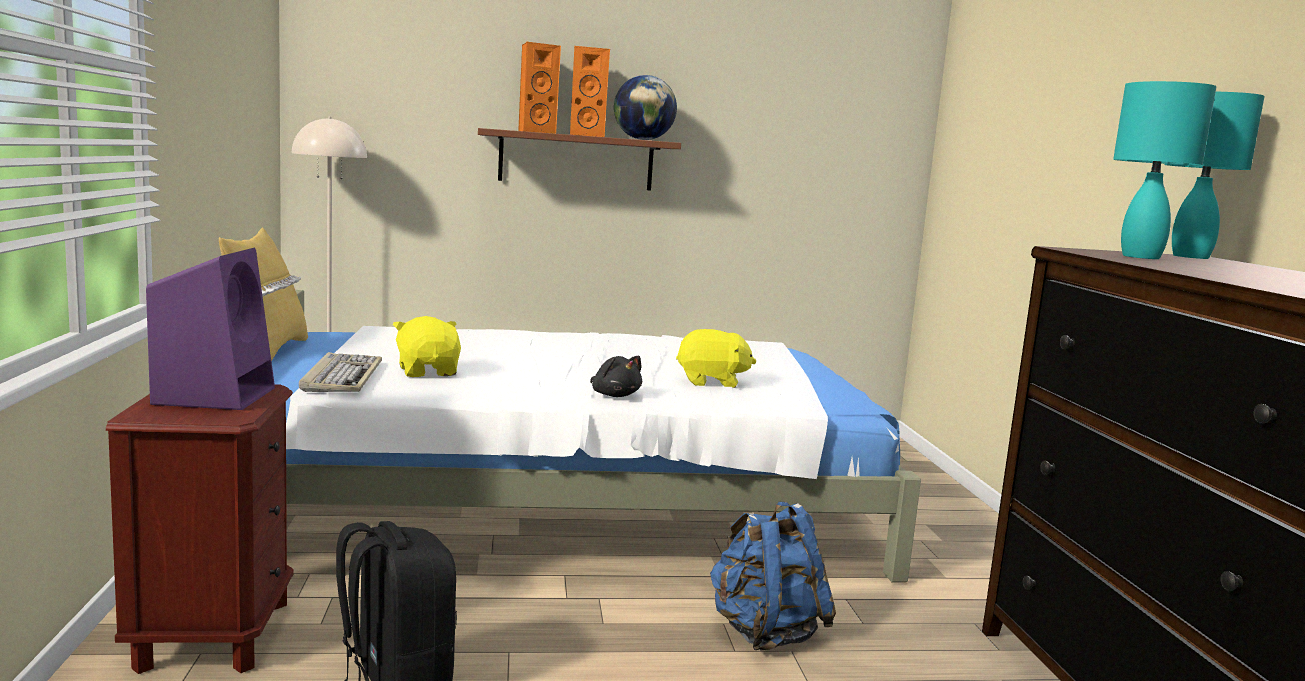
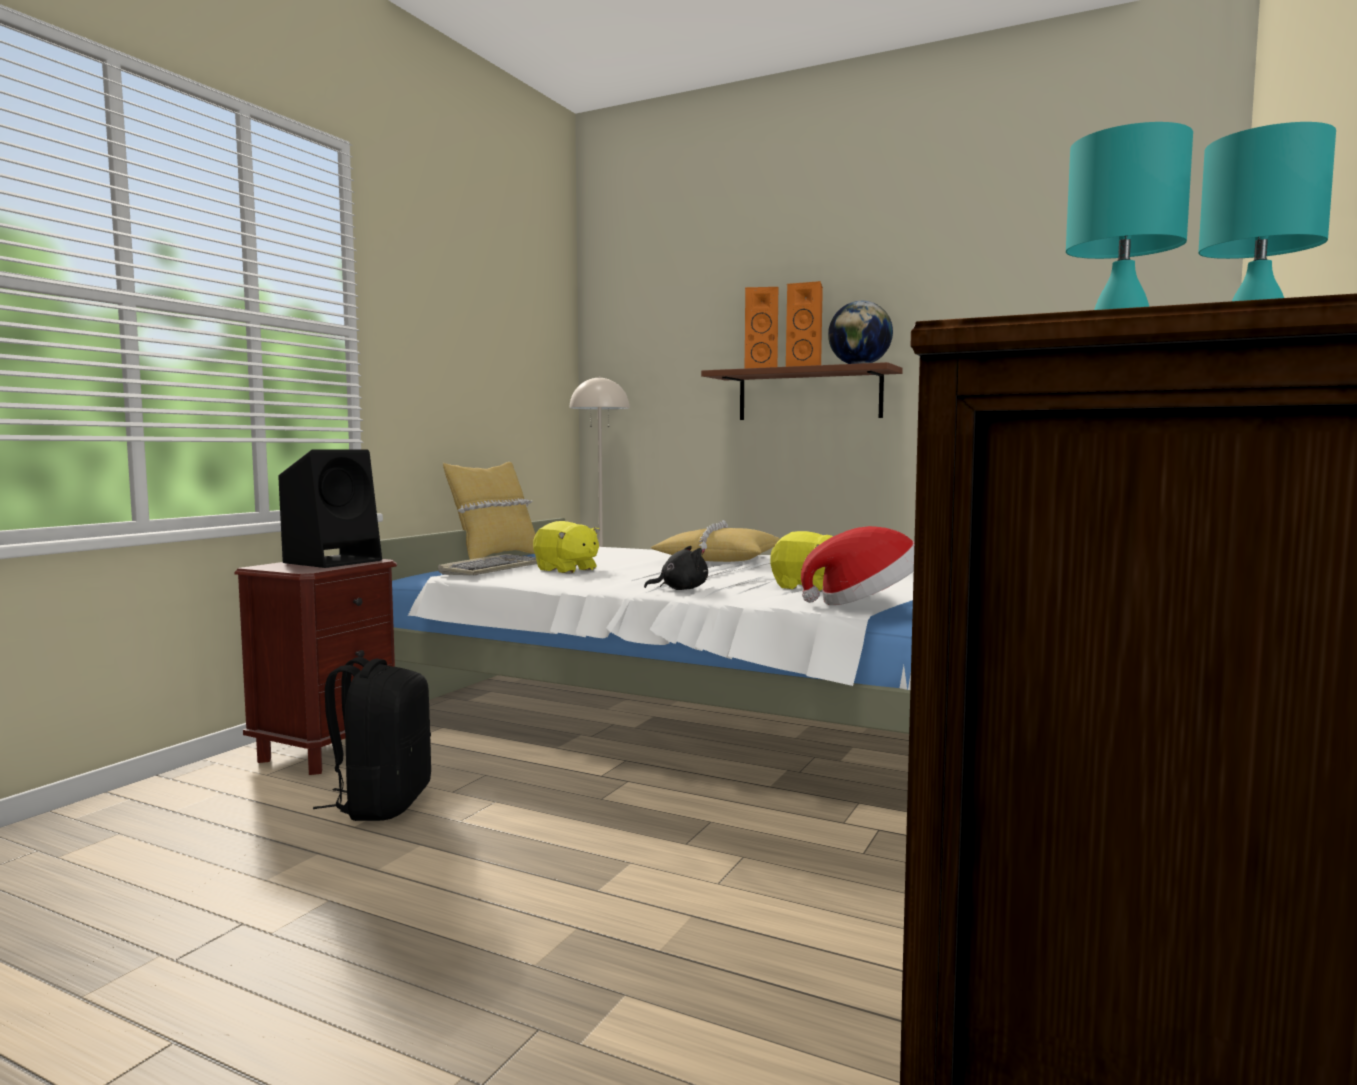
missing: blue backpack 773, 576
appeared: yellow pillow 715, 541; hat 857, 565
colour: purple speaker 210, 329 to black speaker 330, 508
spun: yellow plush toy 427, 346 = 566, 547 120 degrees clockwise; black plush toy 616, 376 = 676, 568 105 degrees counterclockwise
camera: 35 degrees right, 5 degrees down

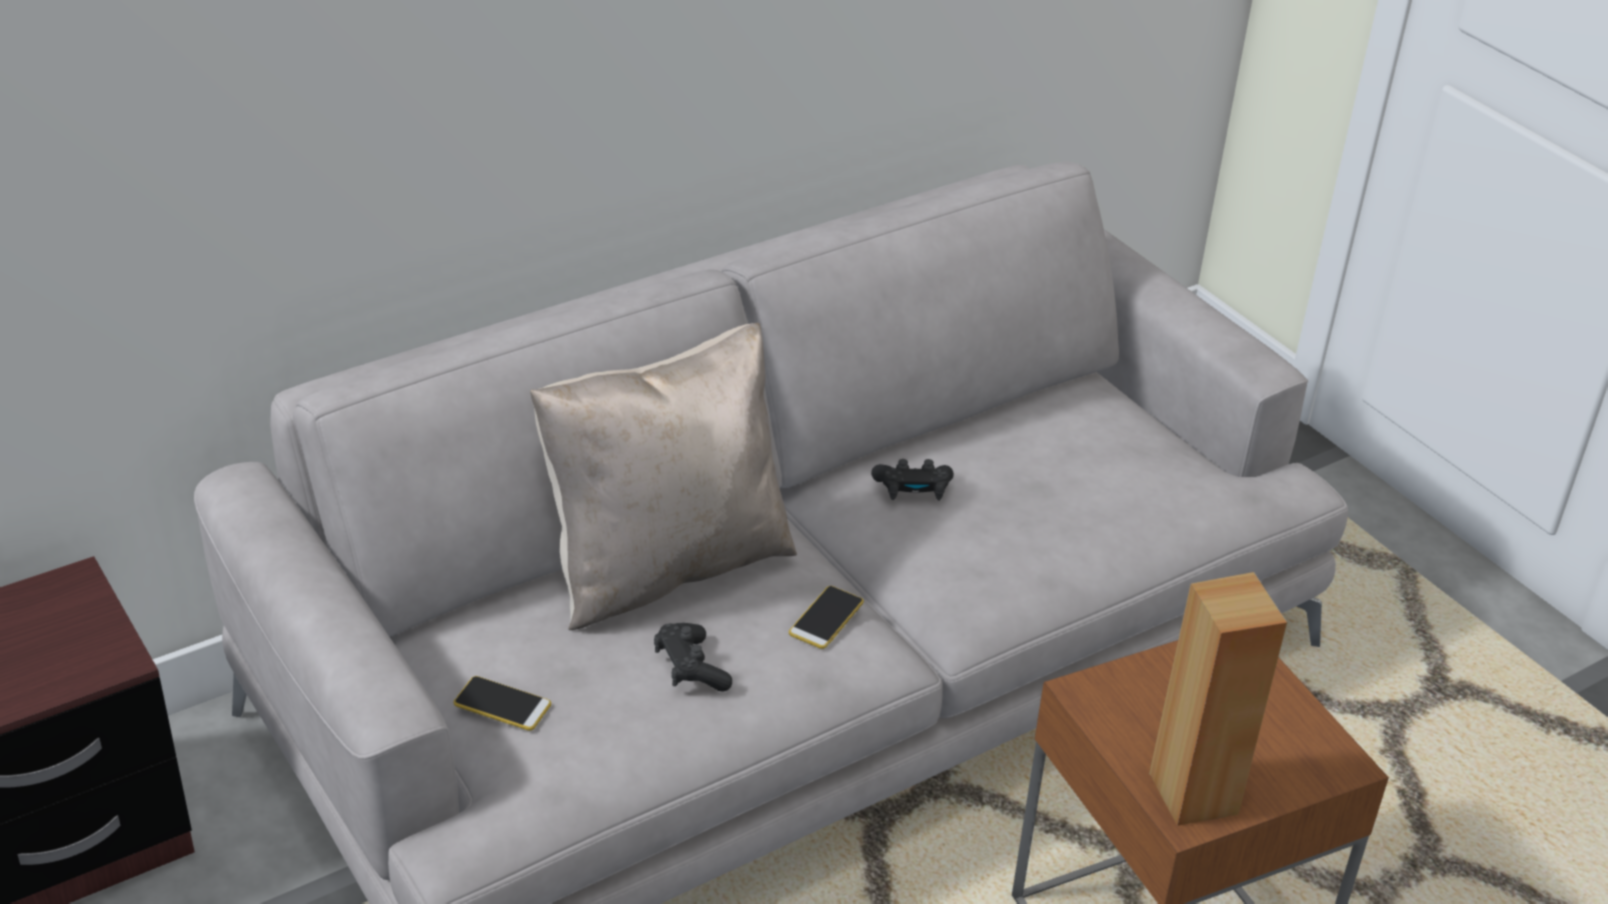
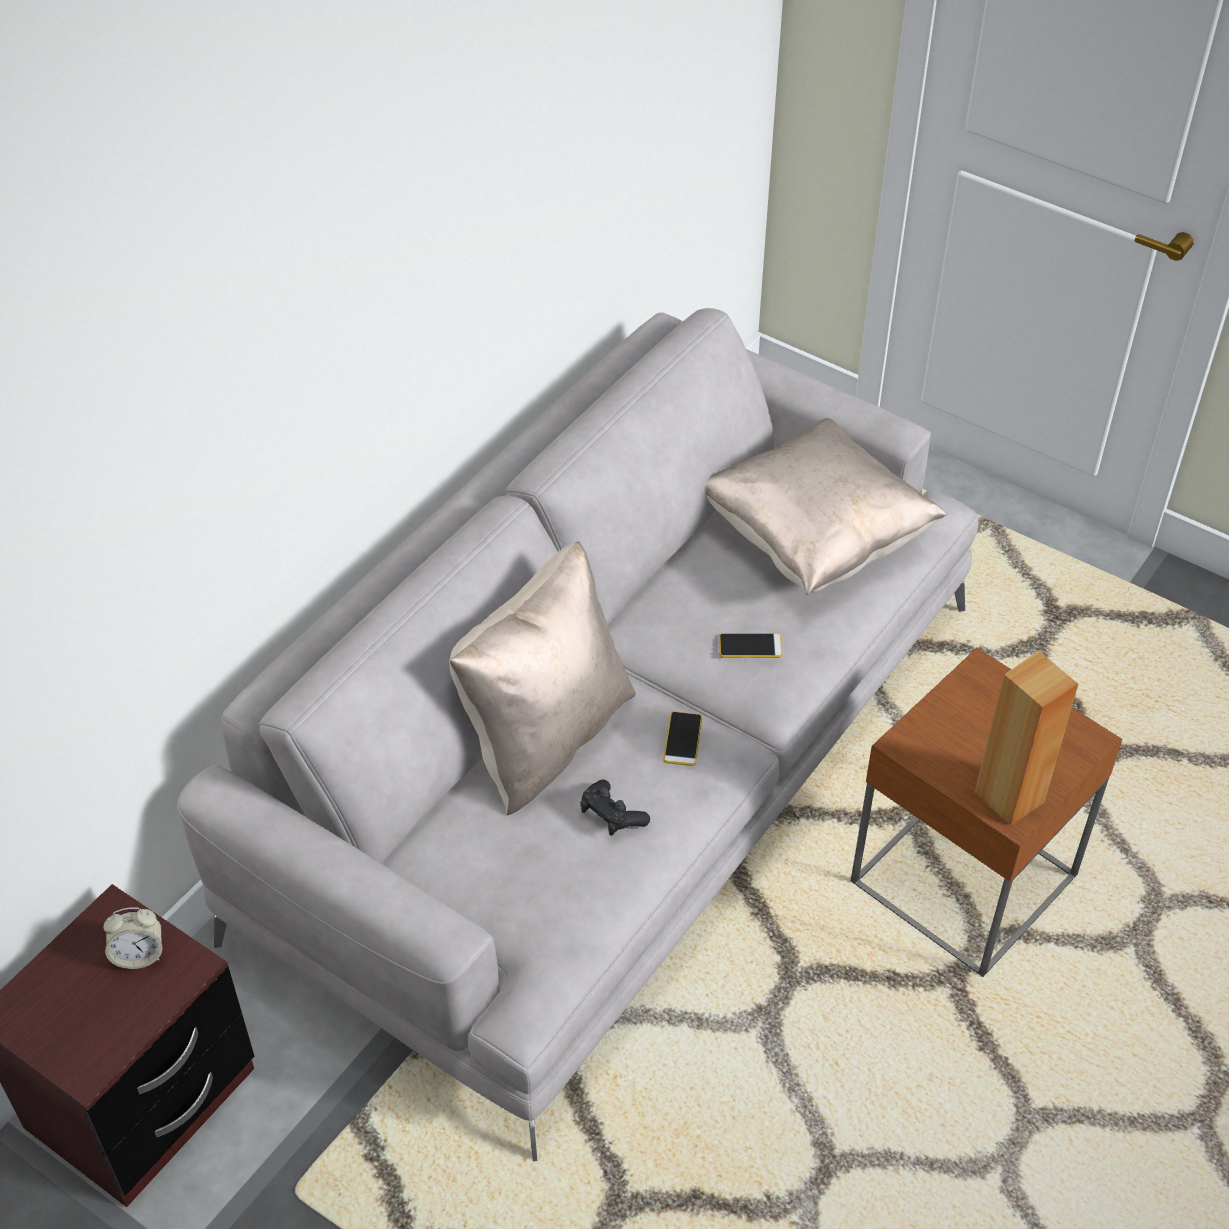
missing: black game controller 912, 480
appeared: alarm clock 133, 938; beige pillow 827, 506
relocated: phone 502, 703 to 751, 645
camera: 20 degrees left, 10 degrees up

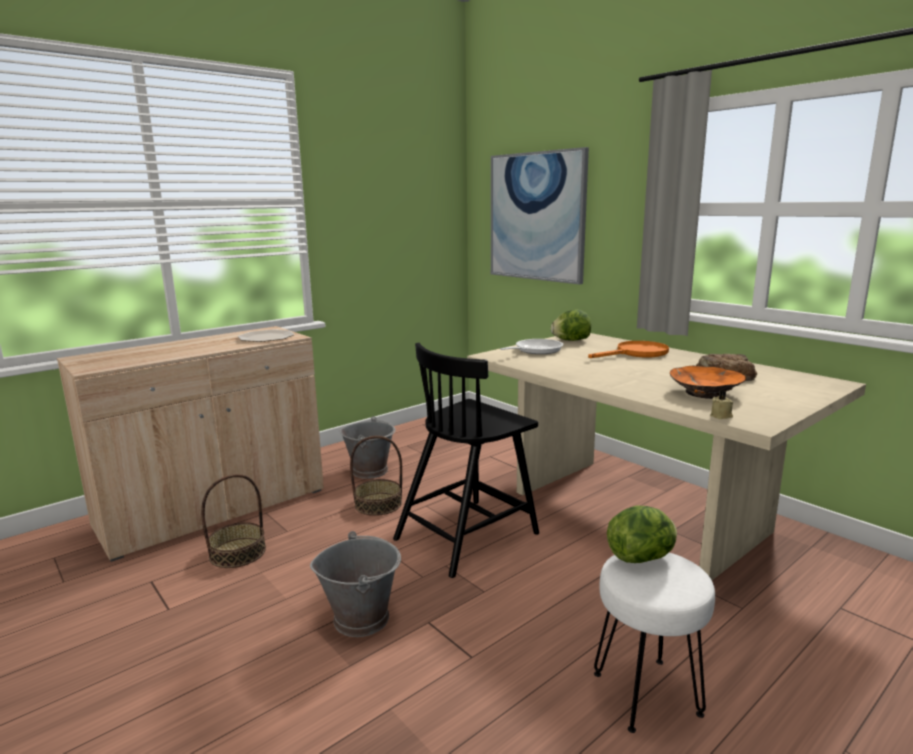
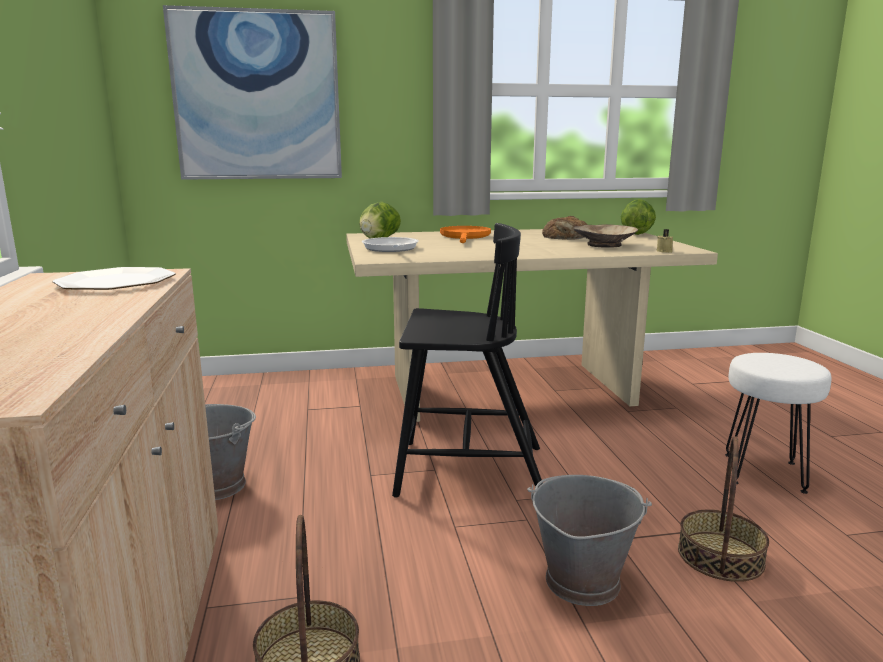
relocated: lettuce 642, 534 to 638, 217; basket 376, 476 to 723, 509
colour: orange bowl 708, 382 to beige bowl 605, 236
spun: black chair 466, 460 = 467, 360 75 degrees counterclockwise
camera: 60 degrees left, 0 degrees up

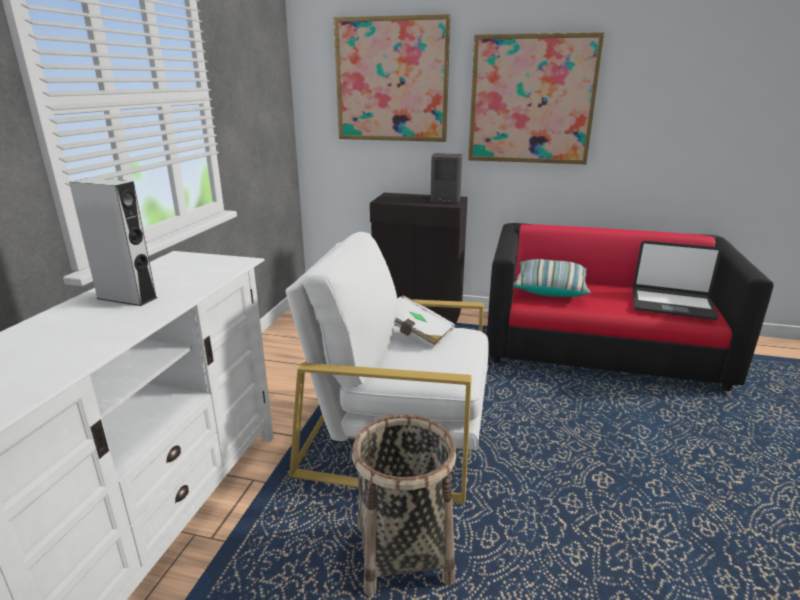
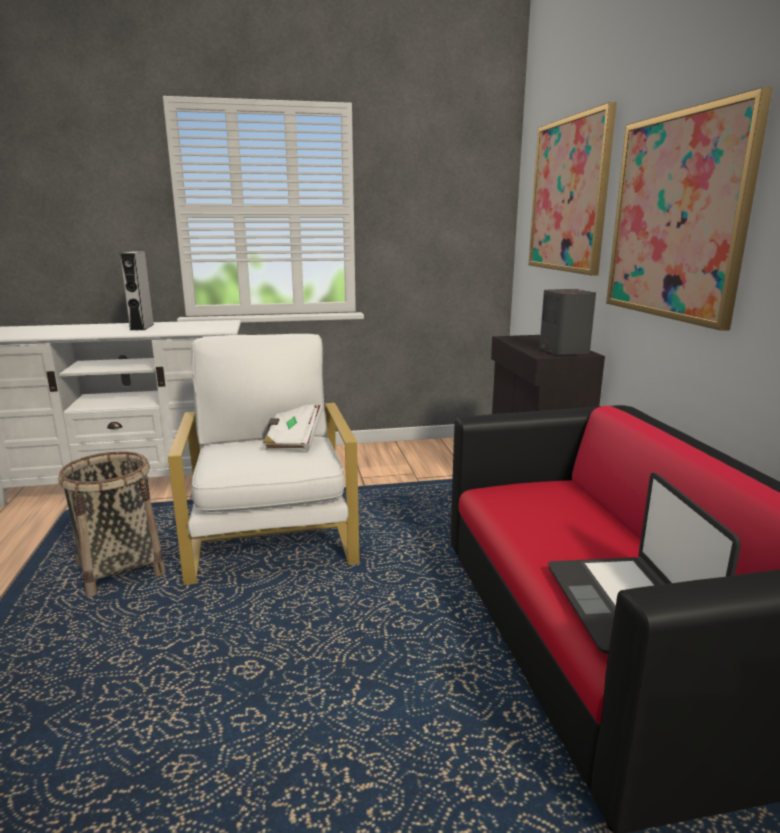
missing: pillow 552, 278
camera: 65 degrees right, 5 degrees down

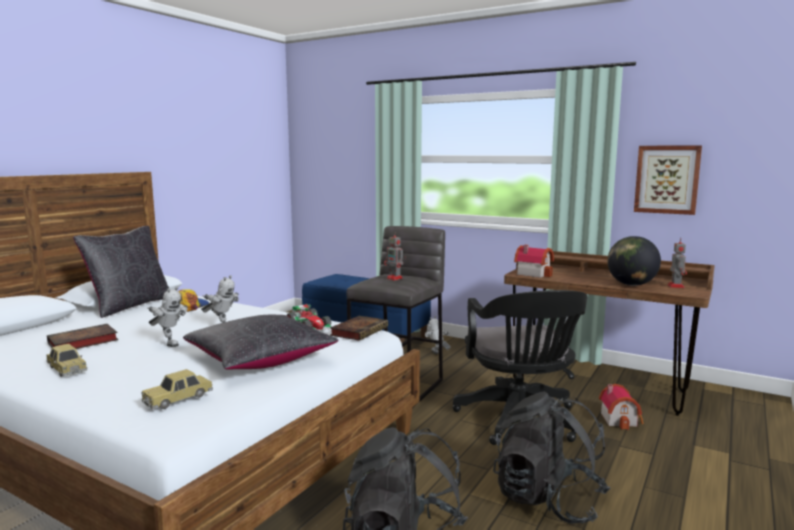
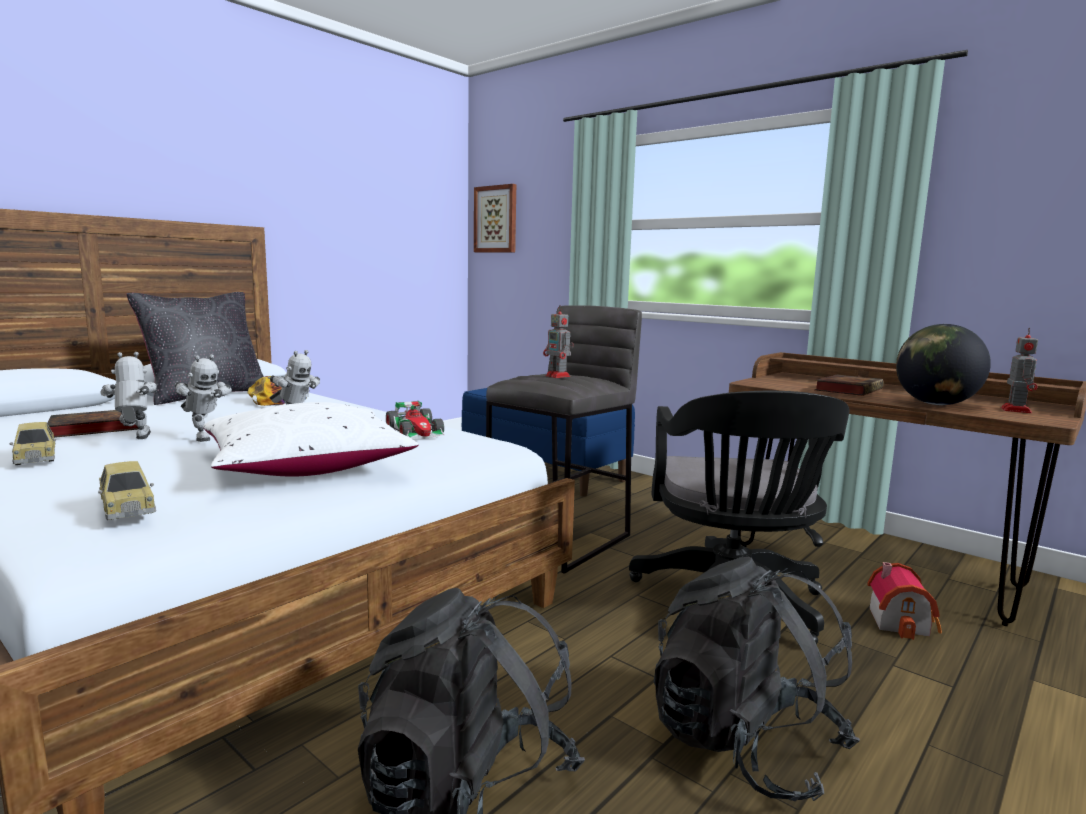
missing: toy house 534, 261
relocated: toy robot 437, 335 to 128, 395; picture 668, 180 to 495, 218; book 359, 328 to 849, 385
colour: black pillow 261, 342 to white pillow 311, 439
spun: toy car 177, 389 = 127, 490 90 degrees counterclockwise
camera: 10 degrees right, 0 degrees up

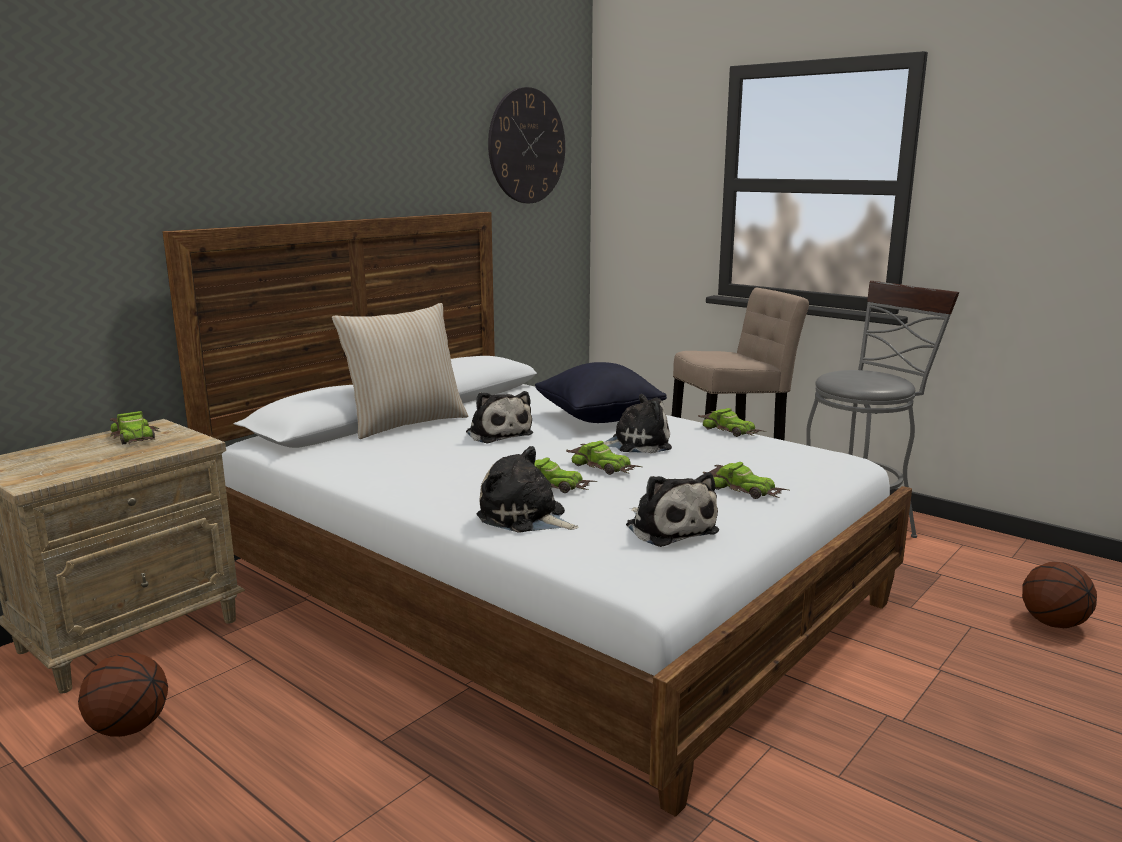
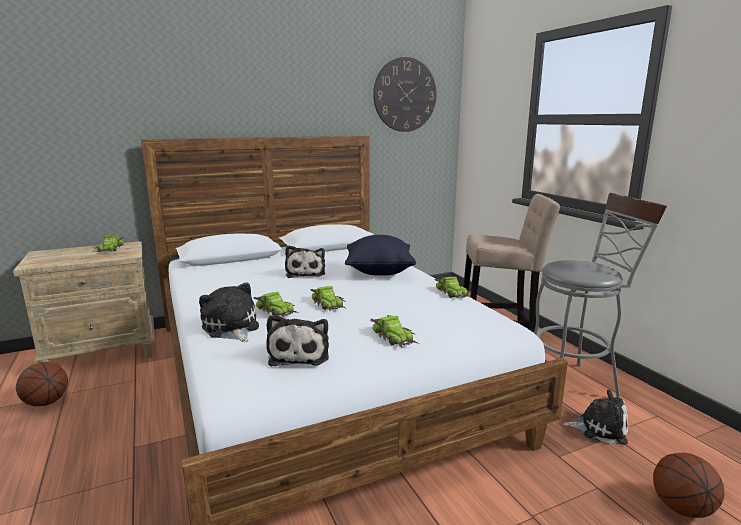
missing: beige pillow 400, 371
relocated: plush toy 638, 423 to 595, 416
camera: 25 degrees right, 0 degrees up

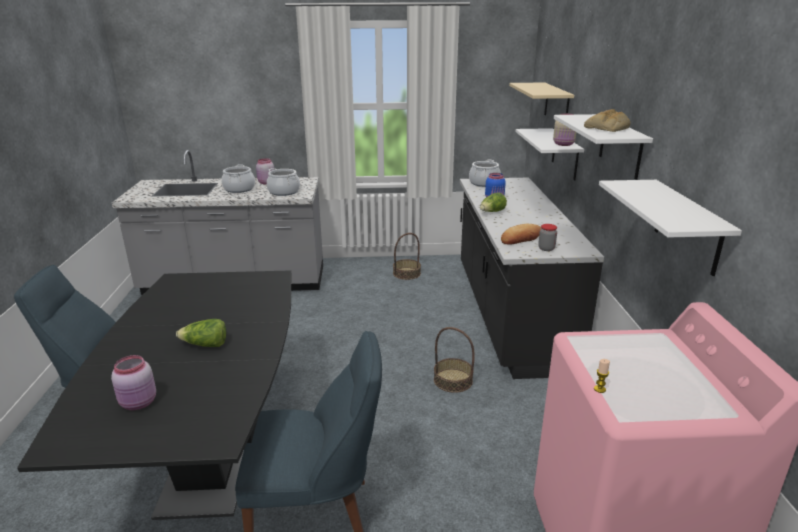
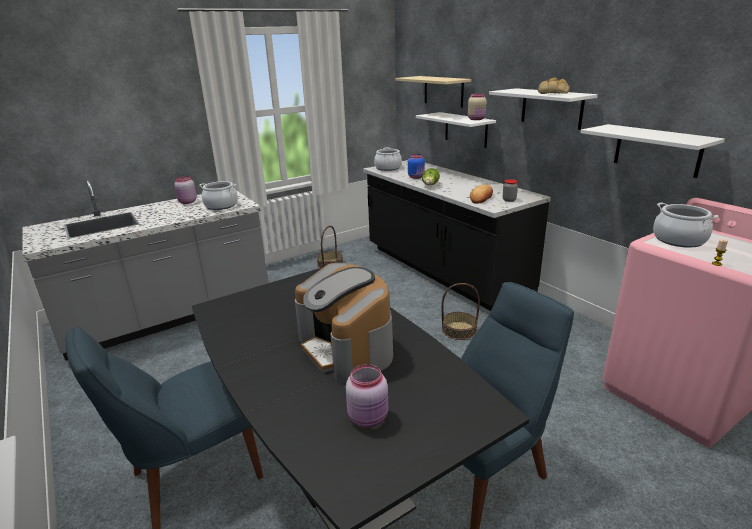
relocated: cooking pot 238, 178 to 685, 225
exchanged: lettuce 201, 333 to coffee machine 344, 323
camera: 30 degrees left, 0 degrees up

